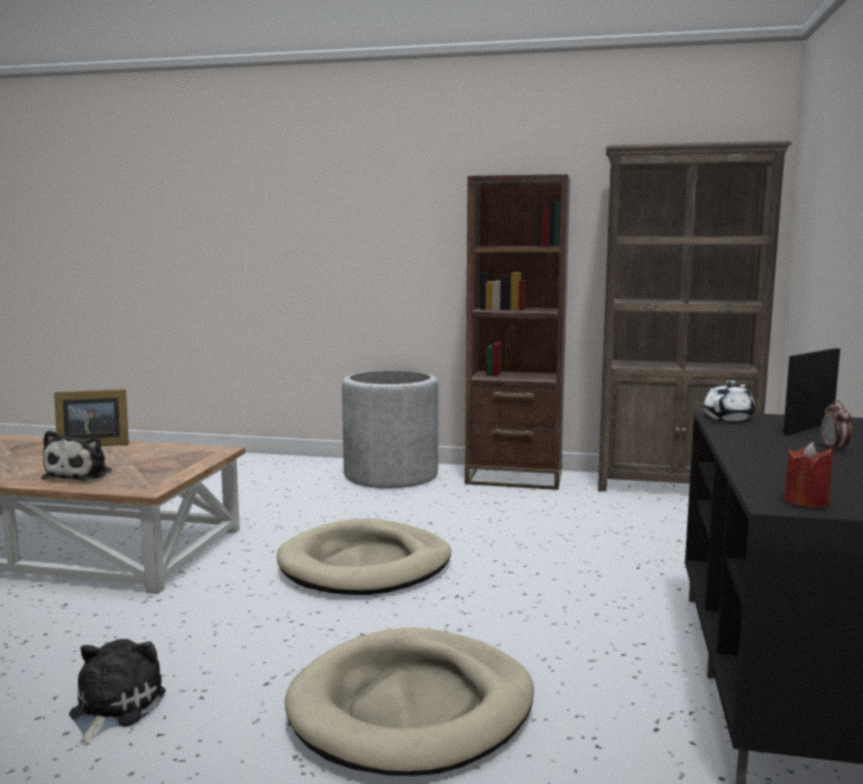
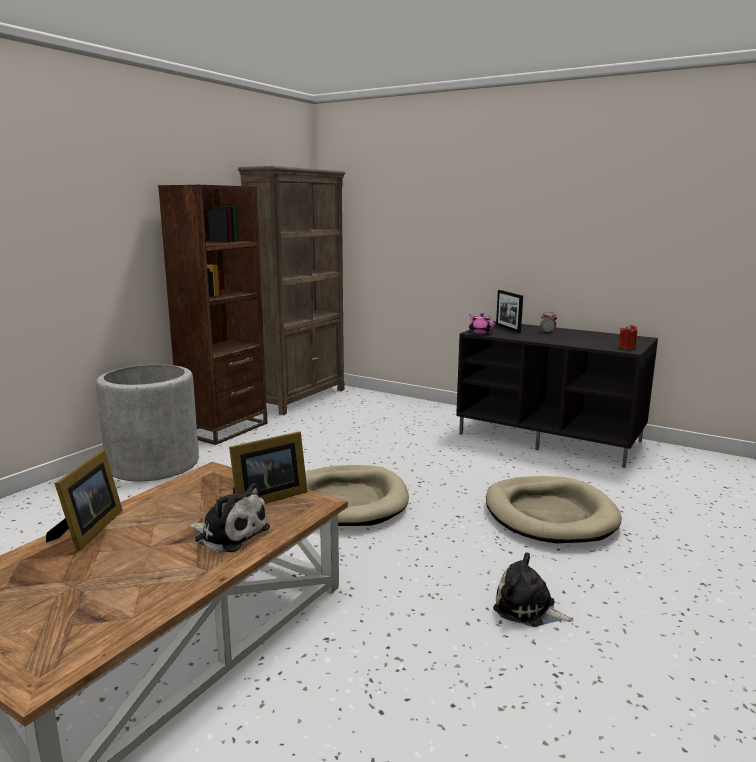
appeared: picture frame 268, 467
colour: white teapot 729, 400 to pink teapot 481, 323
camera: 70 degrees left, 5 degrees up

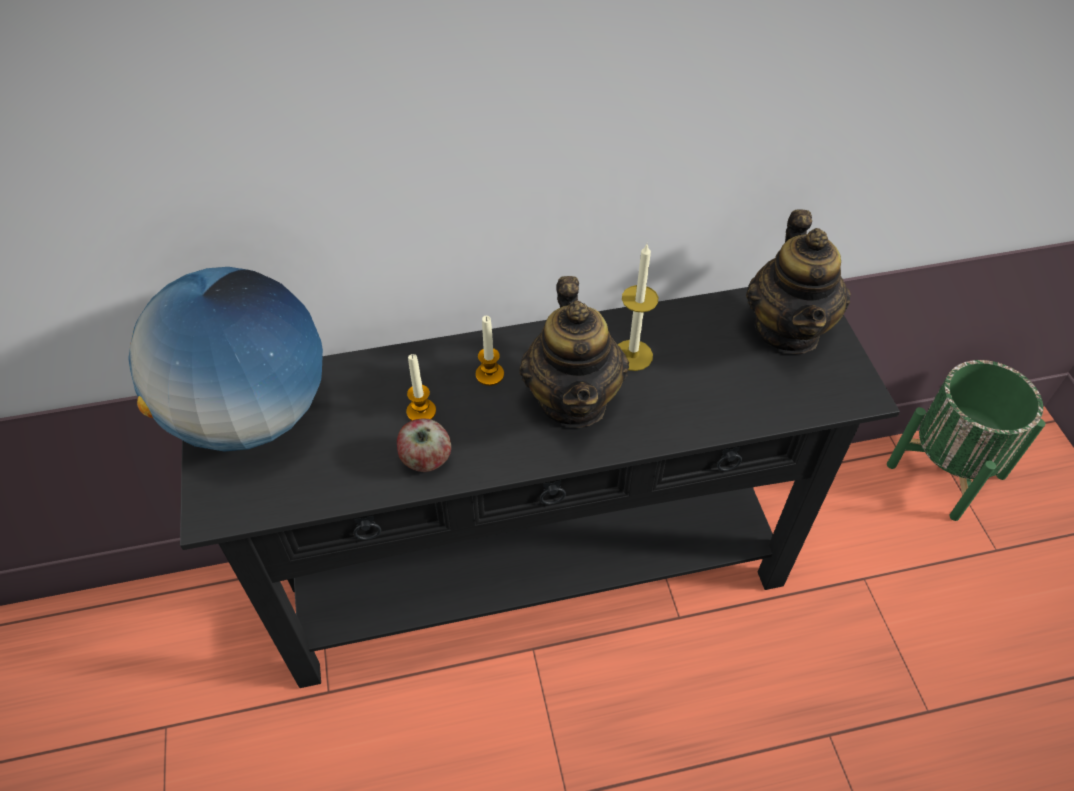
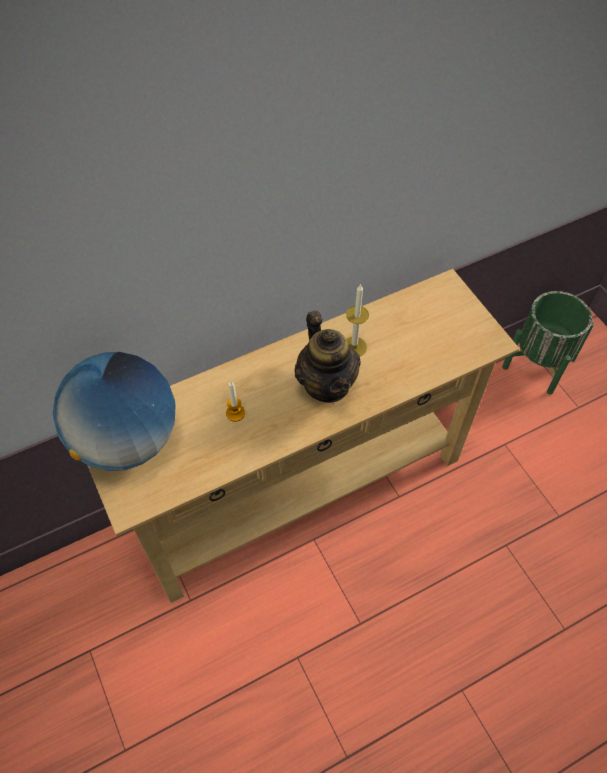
missing: apple 424, 445; candle 490, 351; teapot 798, 282
colour: black console table 540, 487 to beige console table 303, 436
camera: 15 degrees left, 5 degrees up

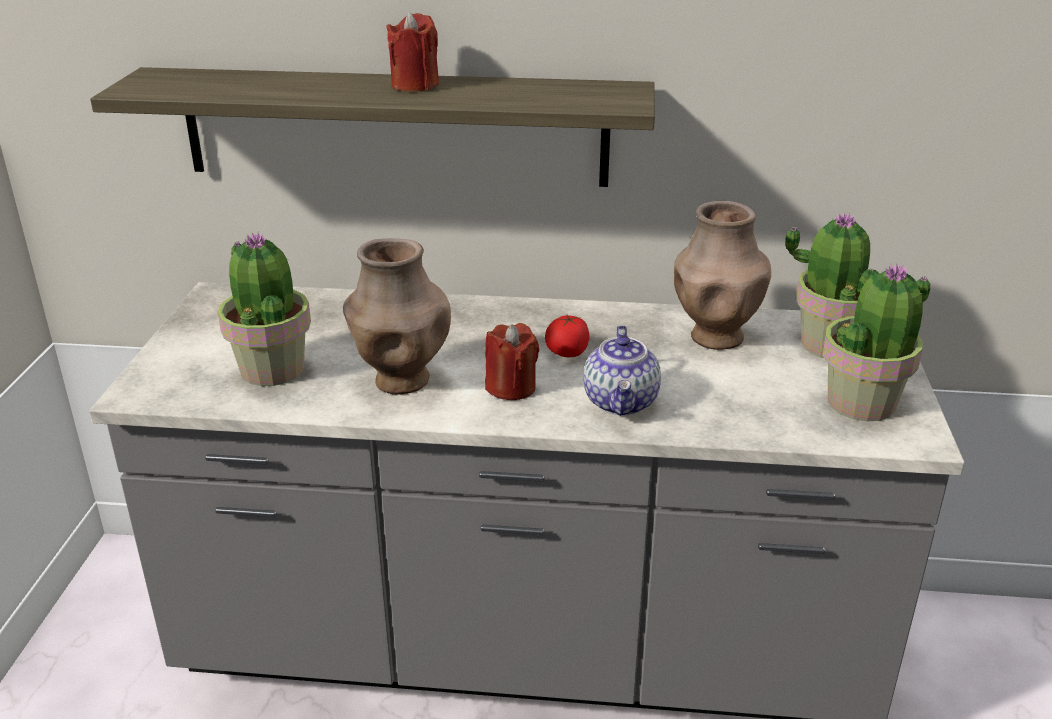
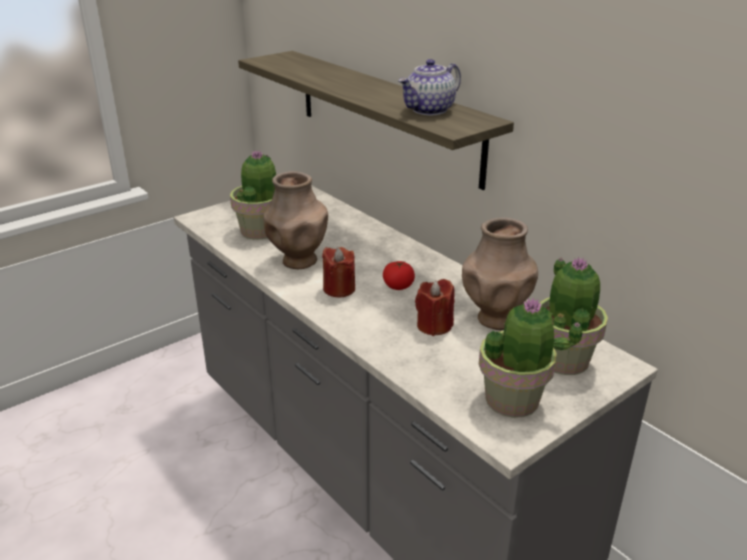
relocated: teapot 622, 370 to 429, 87; red candle 412, 51 to 435, 307
camera: 45 degrees right, 0 degrees up

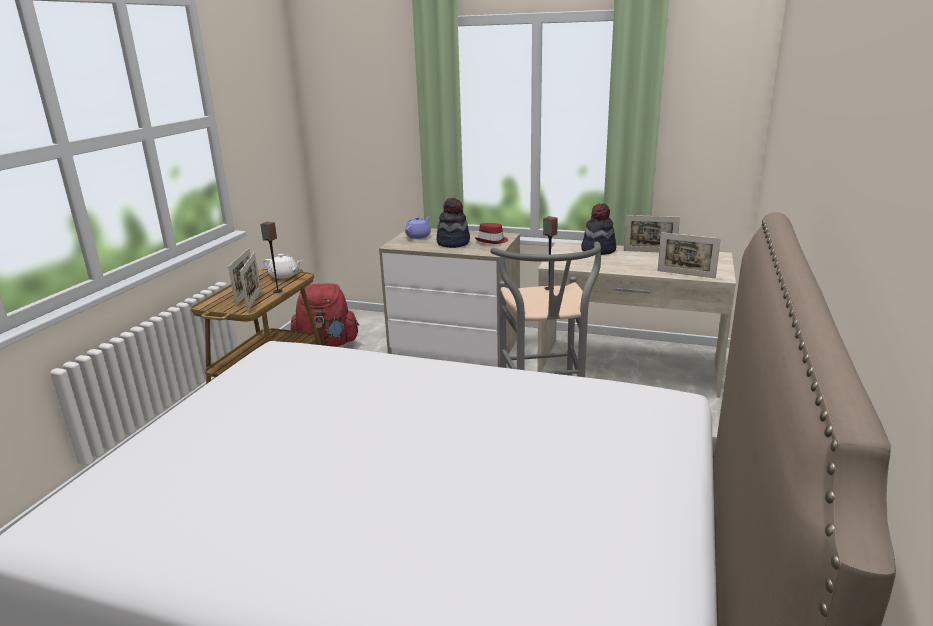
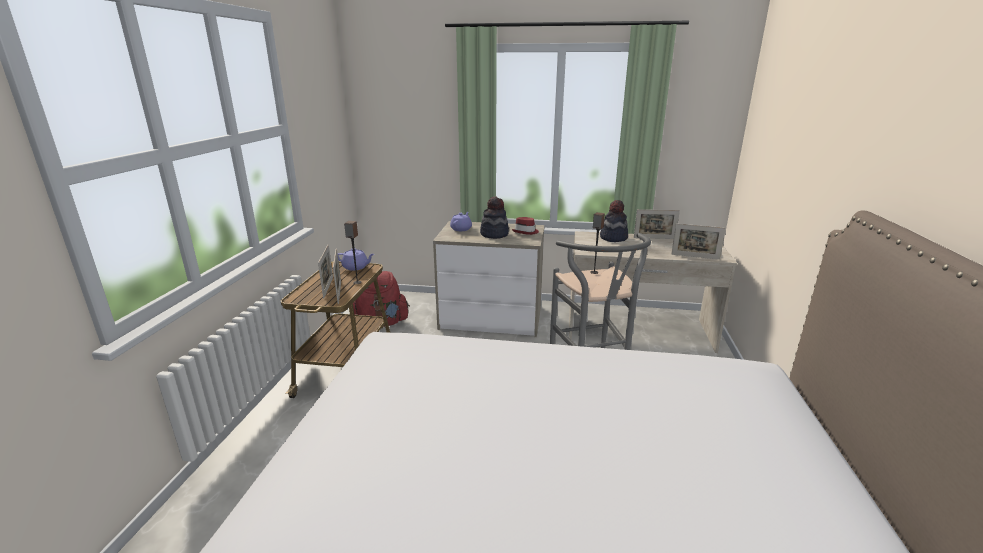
colour: white teapot 282, 266 to purple teapot 356, 259
camera: 10 degrees left, 0 degrees up

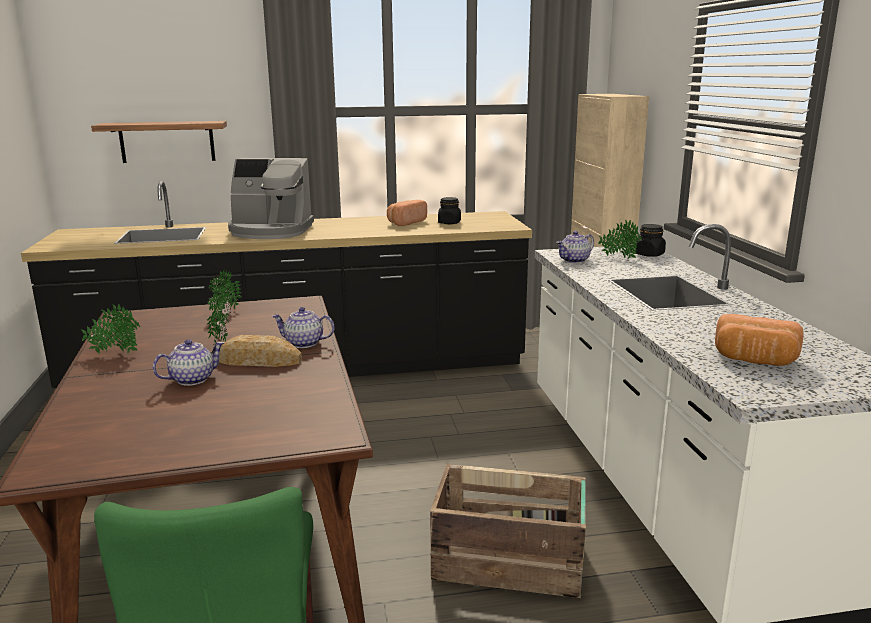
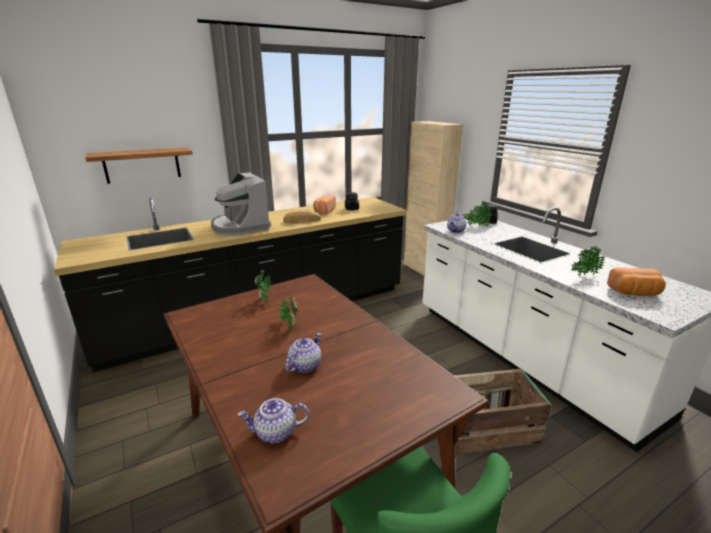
relocated: teapot 303, 327 to 273, 420; bread 260, 351 to 302, 216; potted plant 110, 329 to 588, 262
spun: coffee machine 271, 198 = 241, 204 75 degrees clockwise
camera: 20 degrees left, 5 degrees up

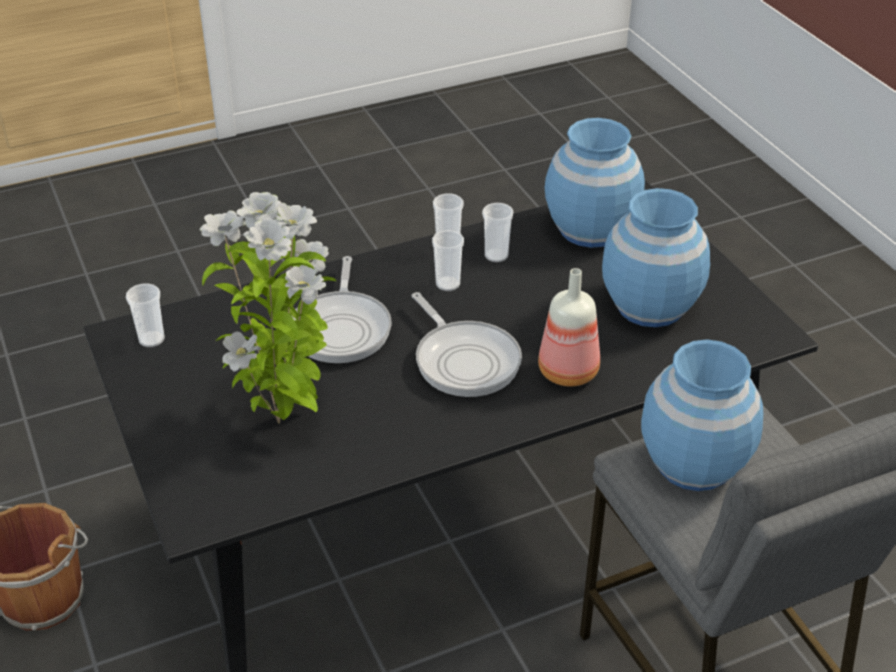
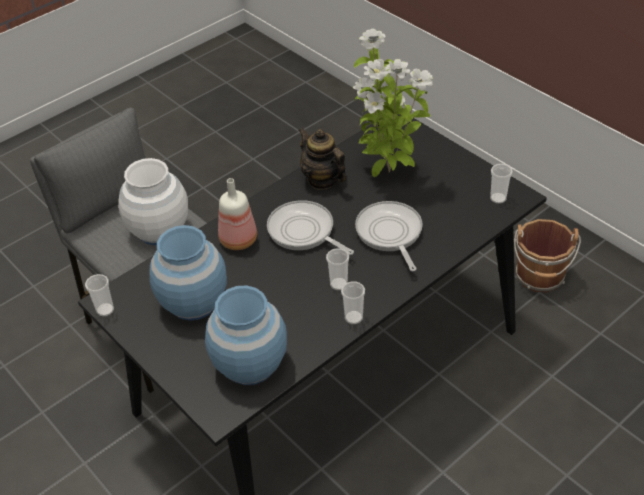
appeared: teapot 322, 159
relocated: cup 498, 232 to 99, 295
colour: blue vase 702, 415 to white vase 153, 201
camera: 165 degrees right, 5 degrees up

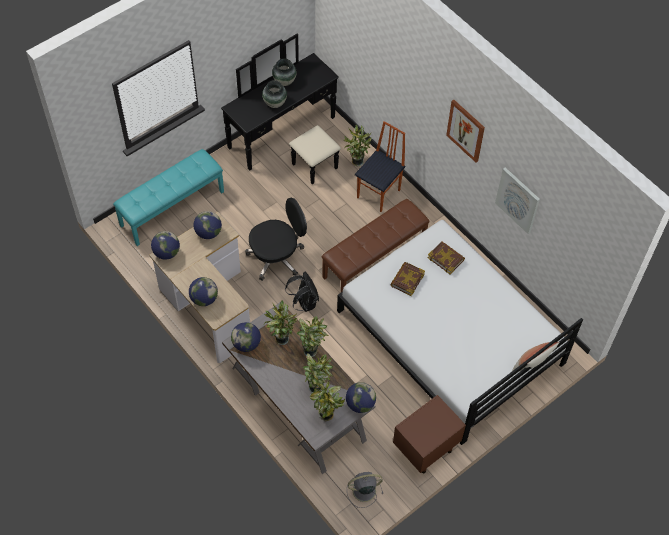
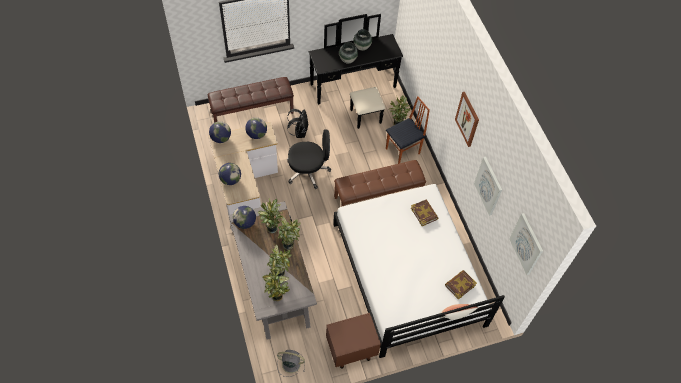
missing: globe 361, 397
appeared: picture 526, 244
relocated: black backpack 302, 292 to 297, 123; book 407, 279 to 461, 284
colour: turquoise bench 168, 197 to brown bench 250, 100
camera: 20 degrees right, 0 degrees up

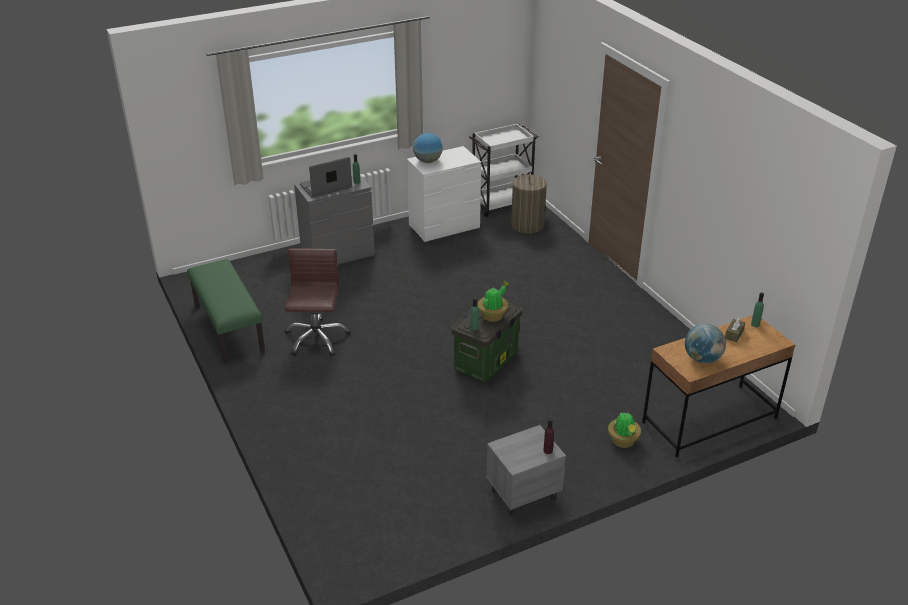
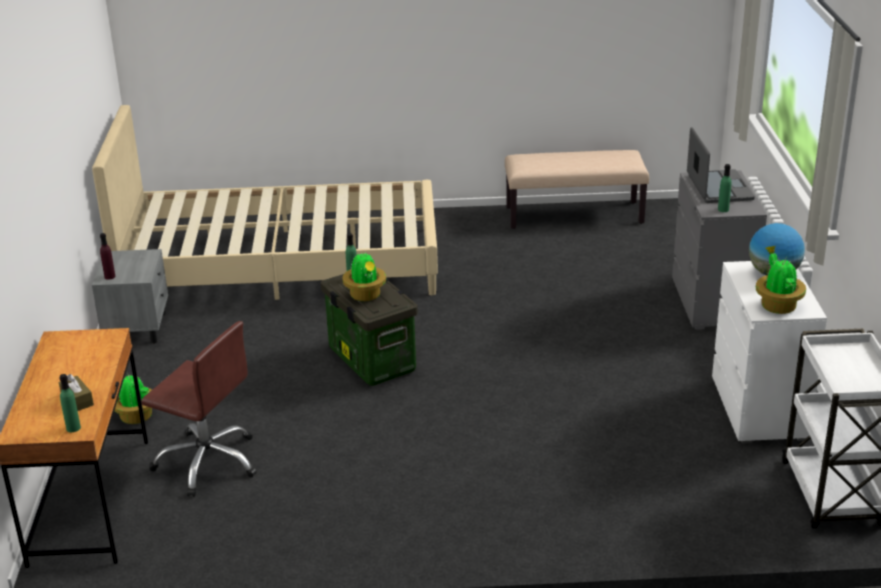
missing: laundry basket 529, 204; globe 705, 344
appeared: beige bed 265, 202; potted plant 781, 280
relocated: brown office chair 318, 303 to 199, 409
colour: green bench 226, 311 to beige bench 577, 189
camera: 115 degrees right, 5 degrees down

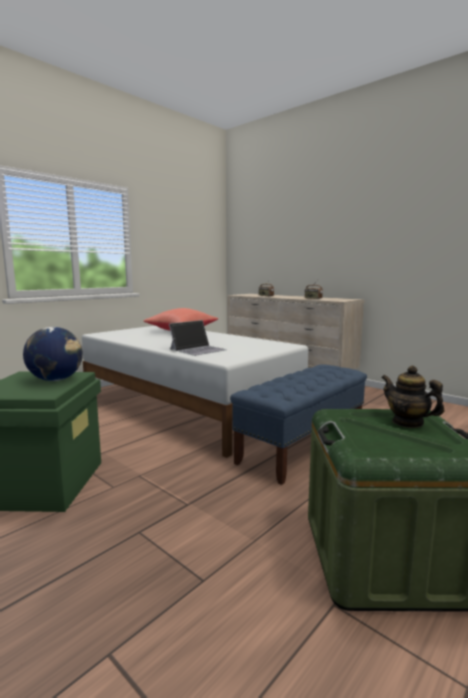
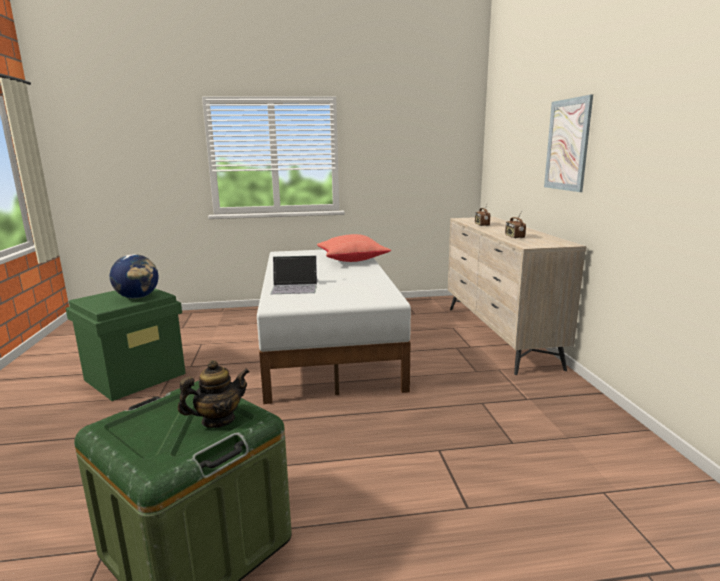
missing: blue bench 298, 424
appeared: picture 568, 143
spun: teapot 412, 397 = 214, 394 60 degrees clockwise
camera: 40 degrees right, 5 degrees up

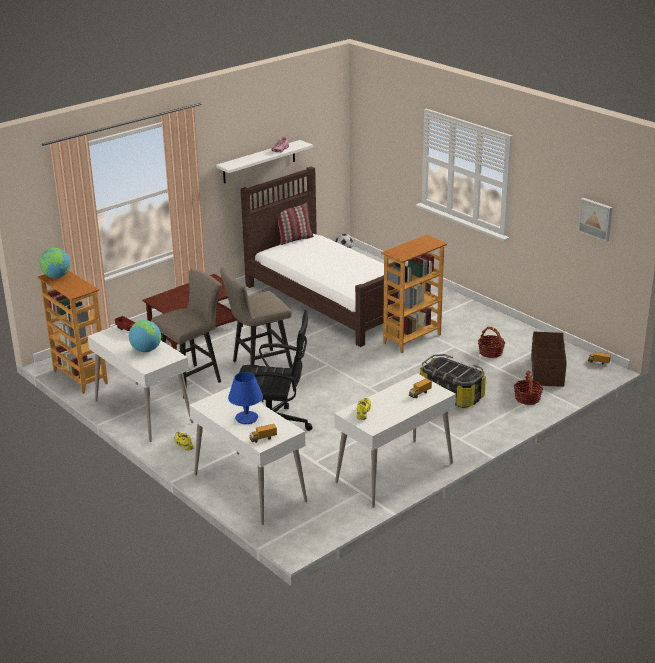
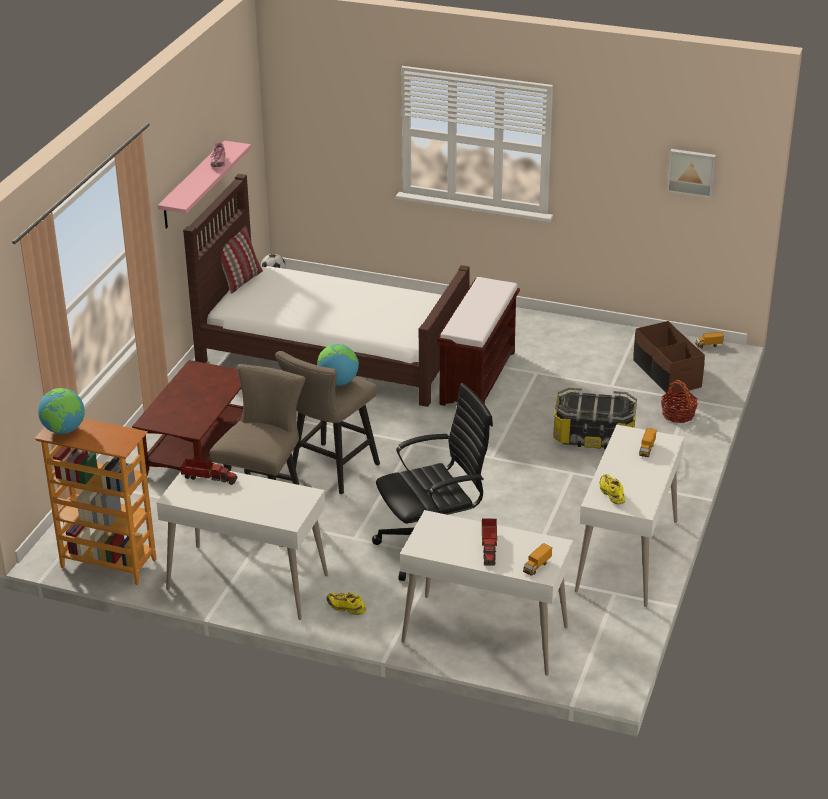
missing: basket 491, 342
relocated: globe 145, 336 to 338, 365
exchanged: bookcase 414, 293 to brown bench 478, 341; blue table lamp 245, 398 to toy truck 489, 542
colour: white shelf 264, 161 to pink shelf 204, 184
camera: 30 degrees left, 5 degrees up

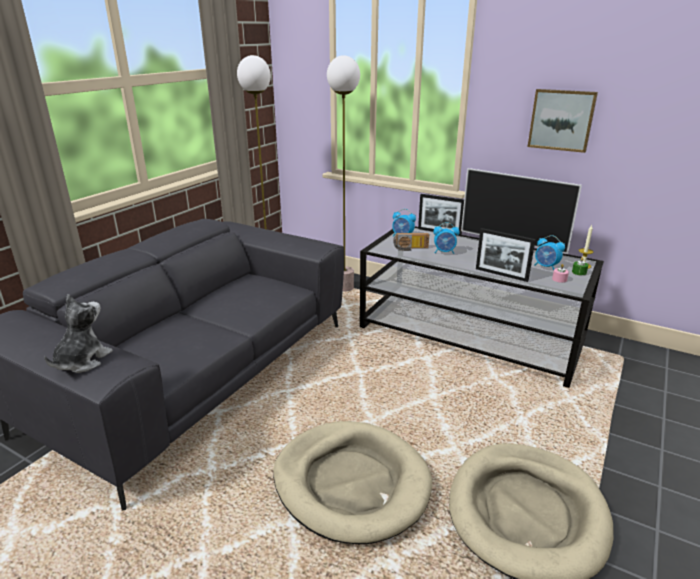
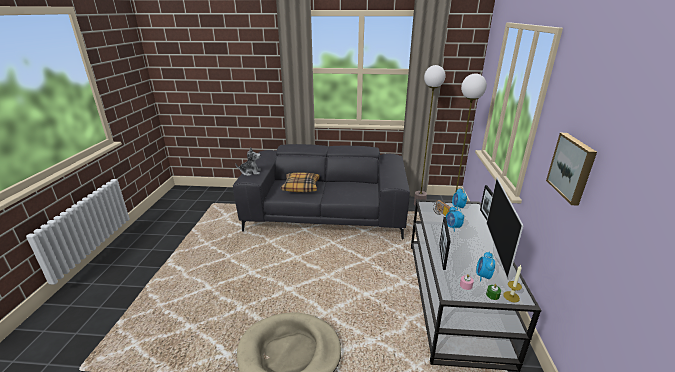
missing: beige dog bed 352, 482
appeared: pillow 300, 182
camera: 65 degrees right, 0 degrees up

